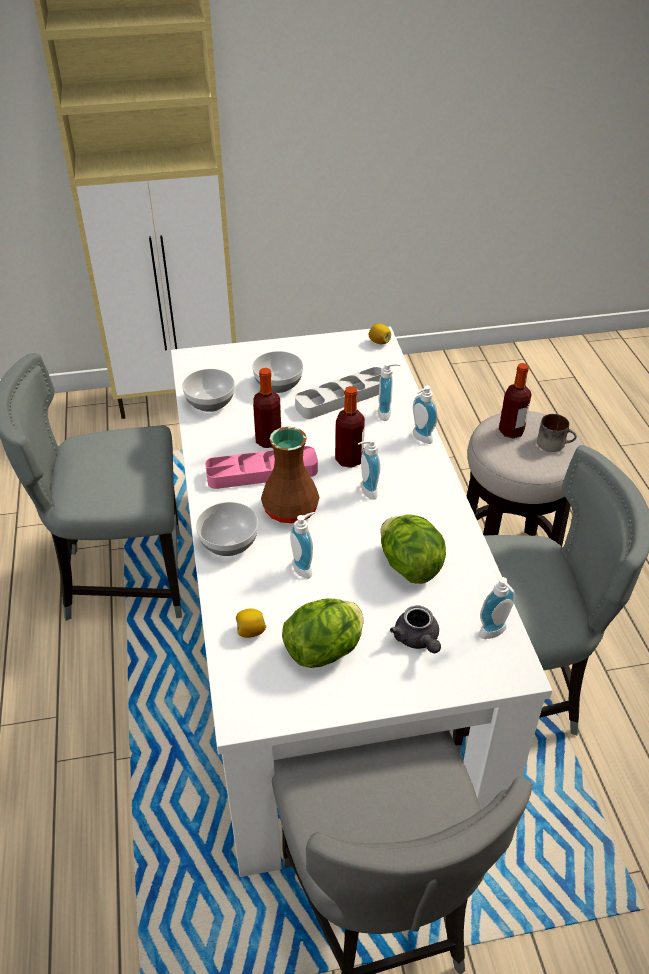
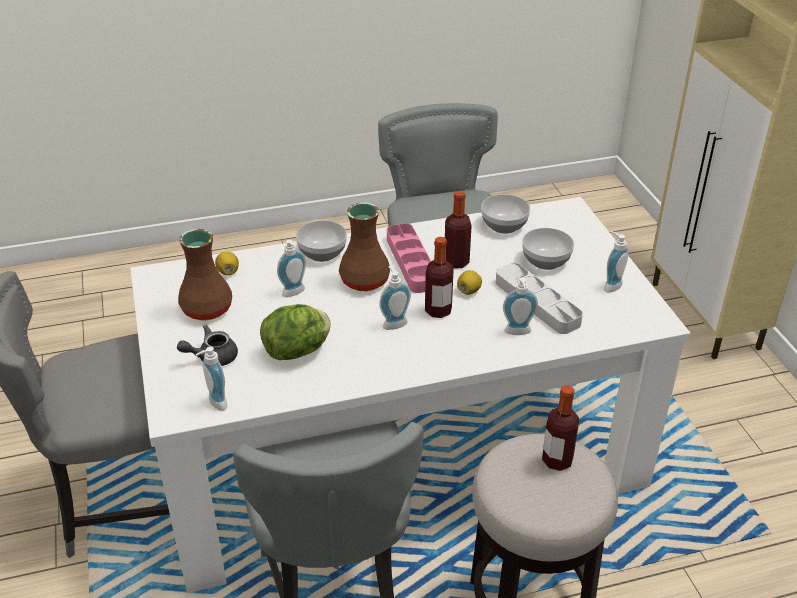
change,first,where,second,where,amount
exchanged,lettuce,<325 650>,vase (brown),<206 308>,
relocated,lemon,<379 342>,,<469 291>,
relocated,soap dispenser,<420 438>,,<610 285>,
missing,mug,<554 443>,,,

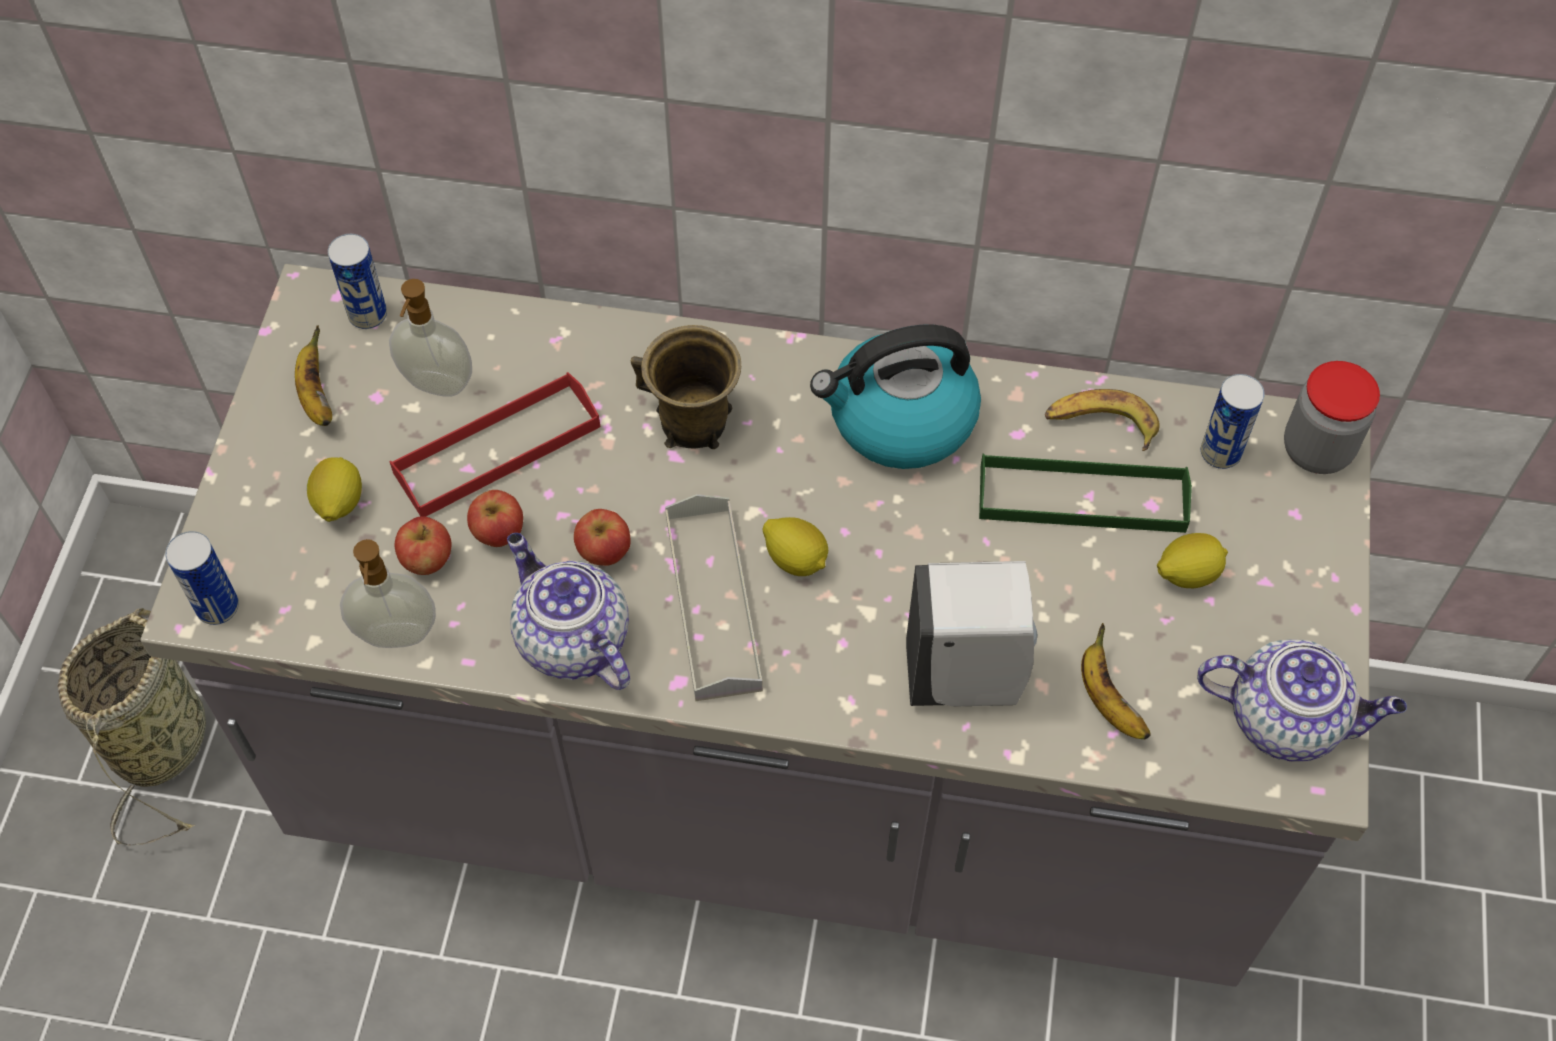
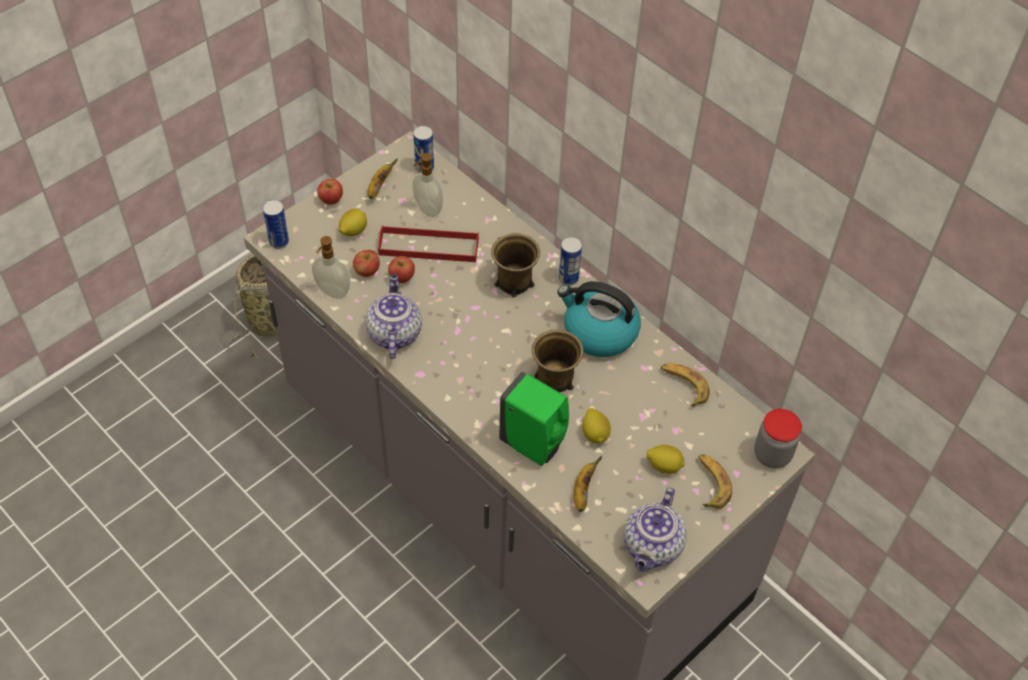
change,first,where,second,where,amount
relocated,apple,<604 551>,,<331 200>,
colour,soap dispenser (white),<967 677>,soap dispenser (green),<534 445>,
appeared,,,mug (brown),<554 379>,
relocated,can,<1220 453>,,<568 278>,
relocated,lemon,<796 559>,,<595 434>,
spun,teapot,<1287 719>,,<652 547>,60 degrees clockwise
appeared,,,banana,<710 483>,
missing,tray (grey),<713 602>,,,
missing,tray (green),<1082 498>,,,

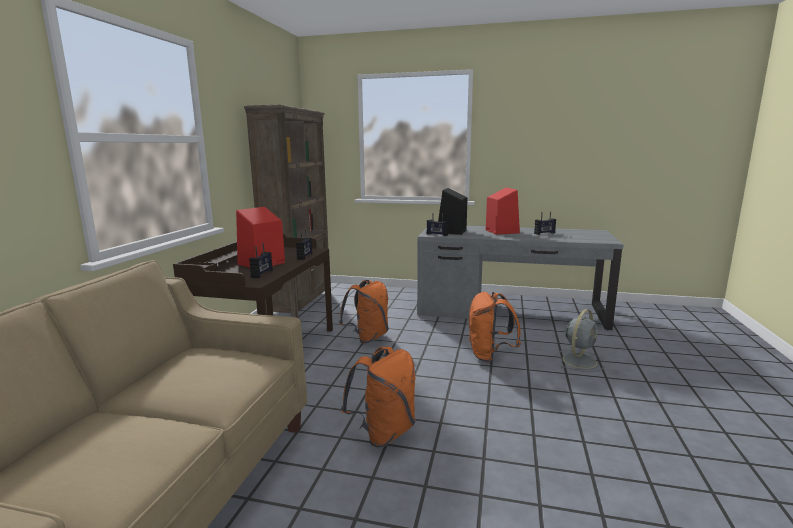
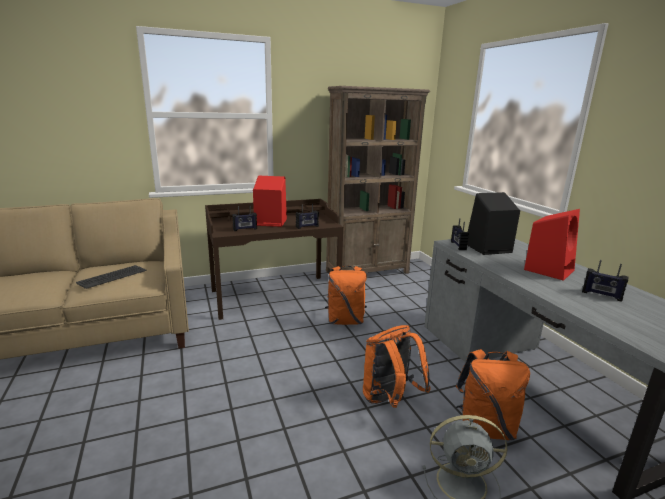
change,first,where,second,where,amount
appeared,,,keyboard,<112 277>,
relocated,backpack (orange),<384 433>,,<485 428>,

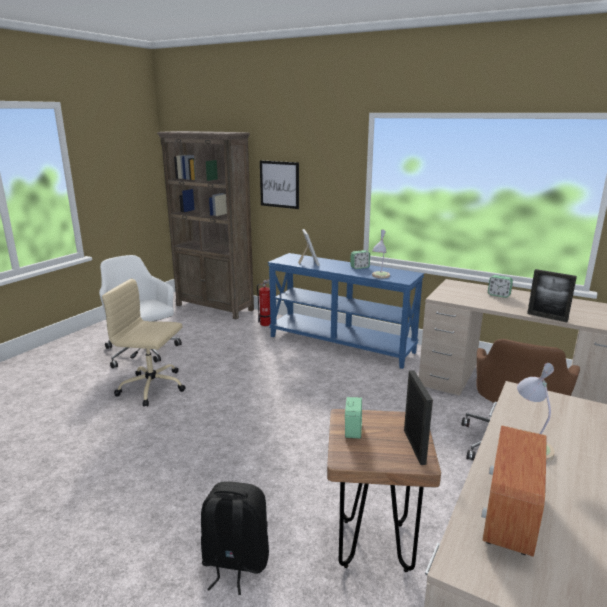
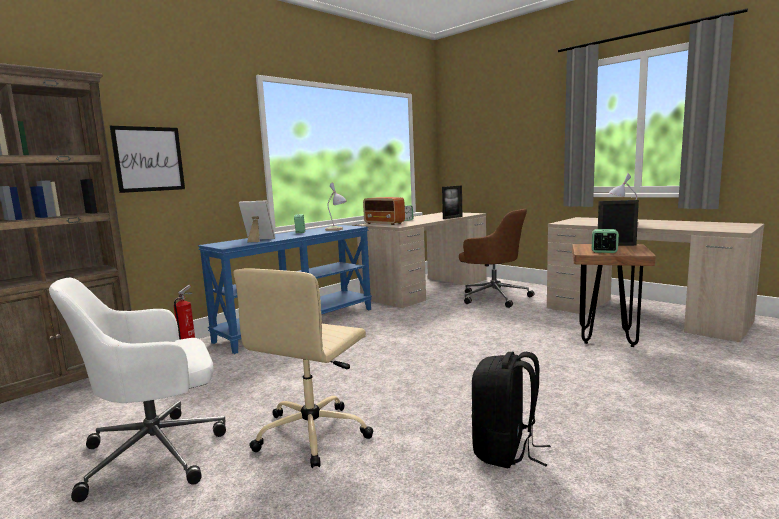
change,first,where,second,where,amount
relocated,radio,<509 516>,,<384 223>,
relocated,backpack (black),<235 563>,,<505 451>,

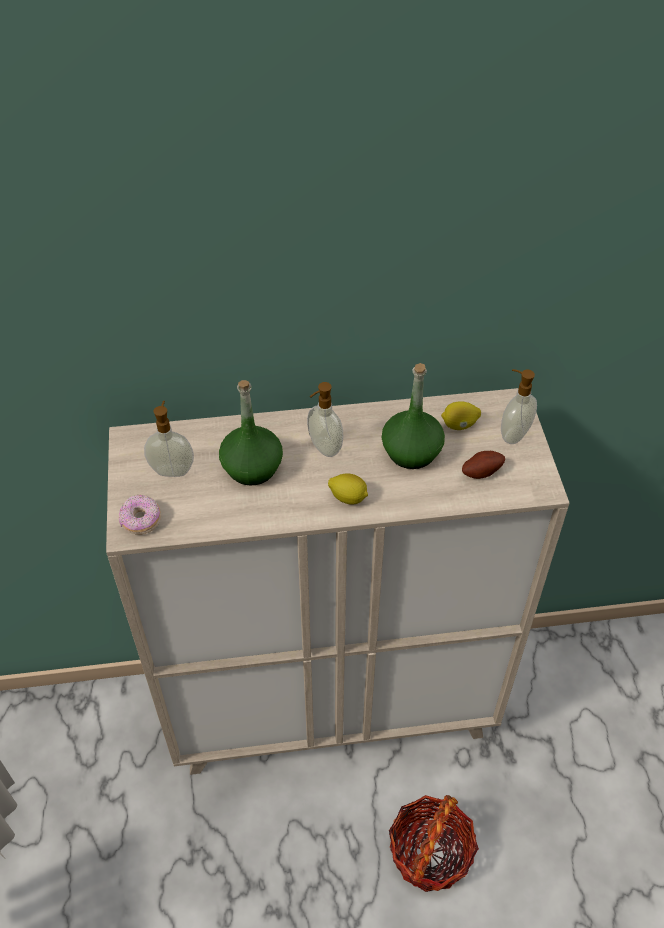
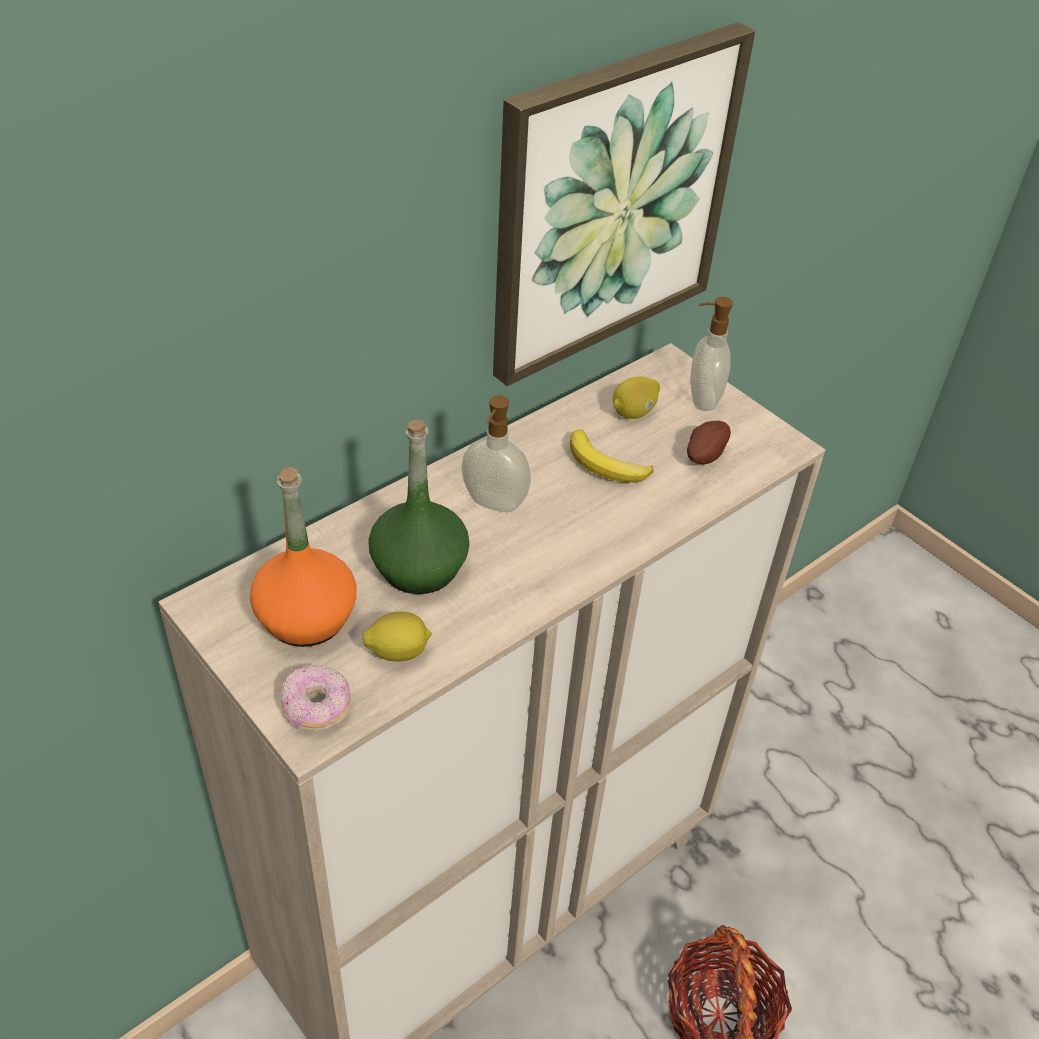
change,first,where,second,where,amount
exchanged,soap dispenser,<172 469>,bottle (orange),<306 618>,
relocated,lemon,<348 497>,,<397 652>,
appeared,,,picture,<611 203>,
exchanged,bottle (green),<411 452>,banana,<606 465>,

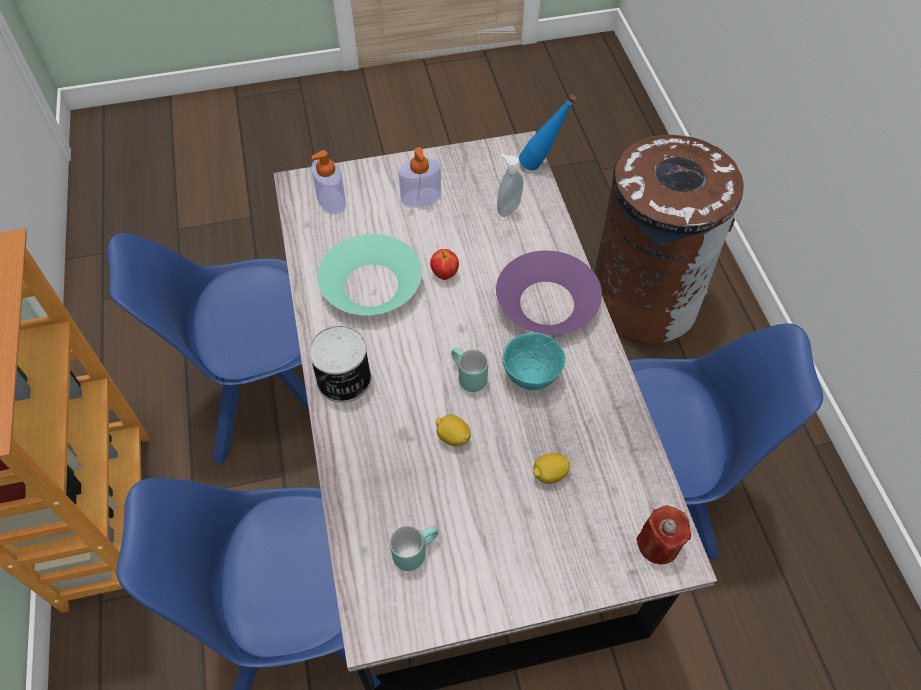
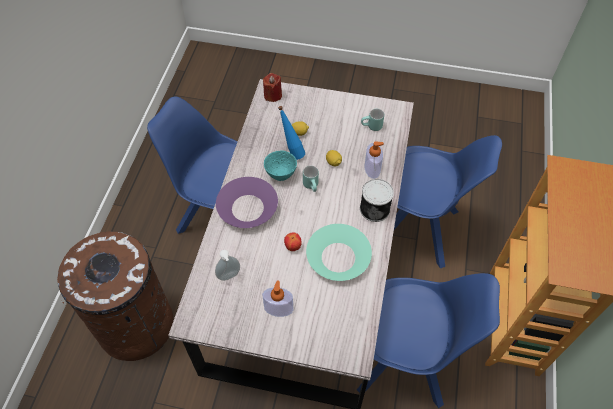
change,first,where,second,where,amount
relocated,bottle (blue),<542 166>,,<292 152>,
relocated,soap dispenser,<331 201>,,<372 168>,

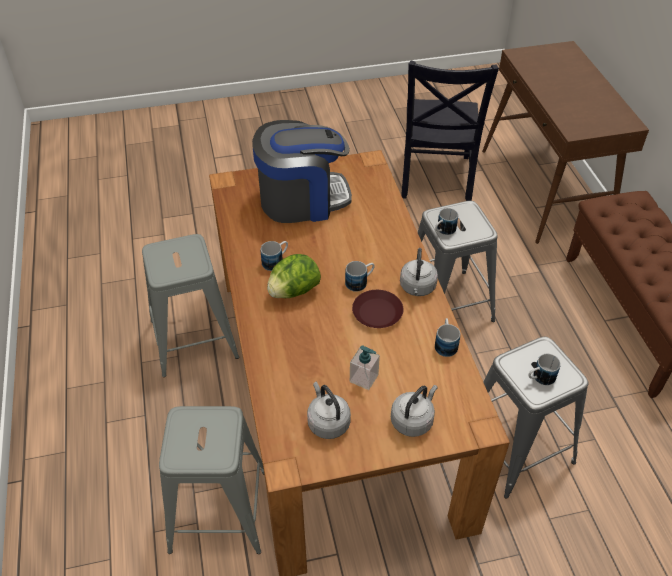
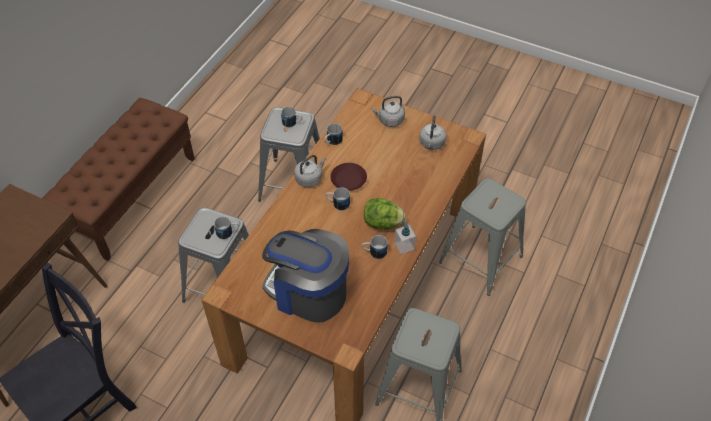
change,first,where,second,where,amount
relocated,soap dispenser,<364 378>,,<404 246>,

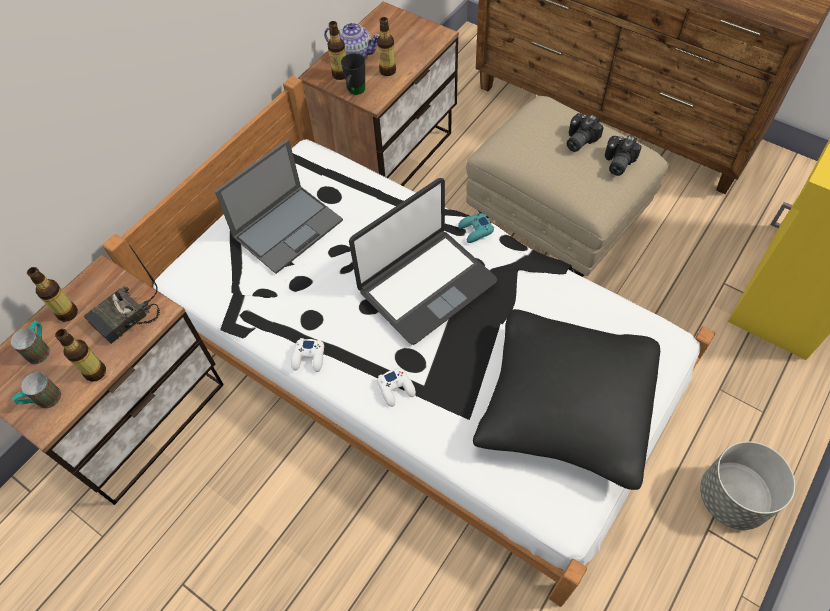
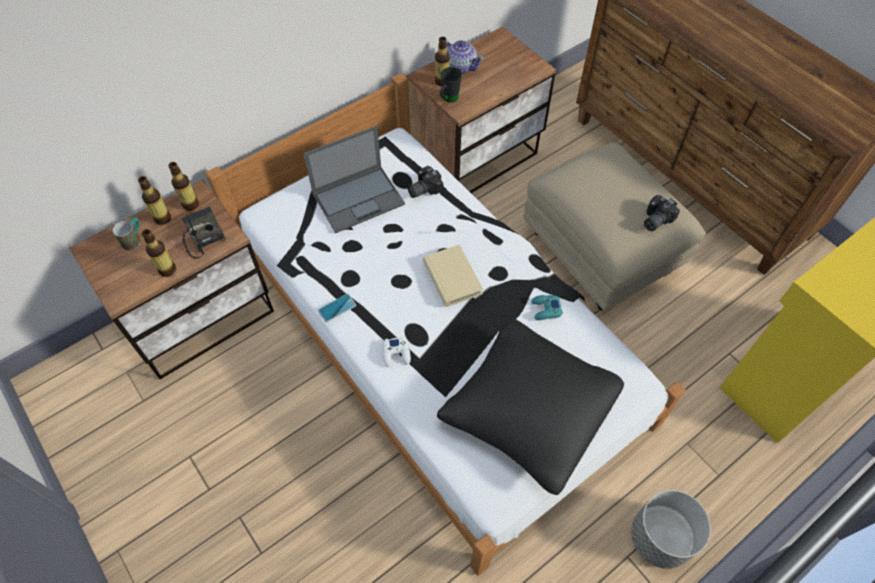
change,first,where,second,where,amount
relocated,bottle,<387 71>,,<191 204>,
spun,radio,<125 319>,,<203 236>,90 degrees clockwise
exchanged,game controller (white),<309 357>,phone,<337 308>,
relocated,photo camera,<578 140>,,<423 188>,
exchanged,laptop,<426 285>,book (beige),<452 278>,
relocated,game controller (turquoise),<475 230>,,<545 310>,
missing,mug,<43 400>,,,

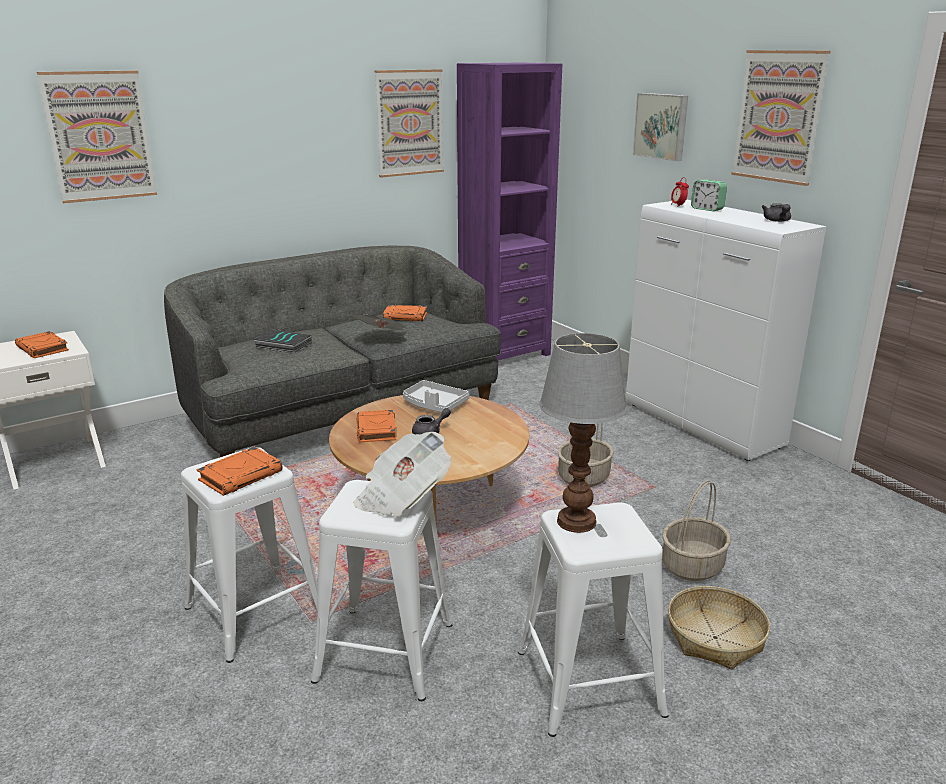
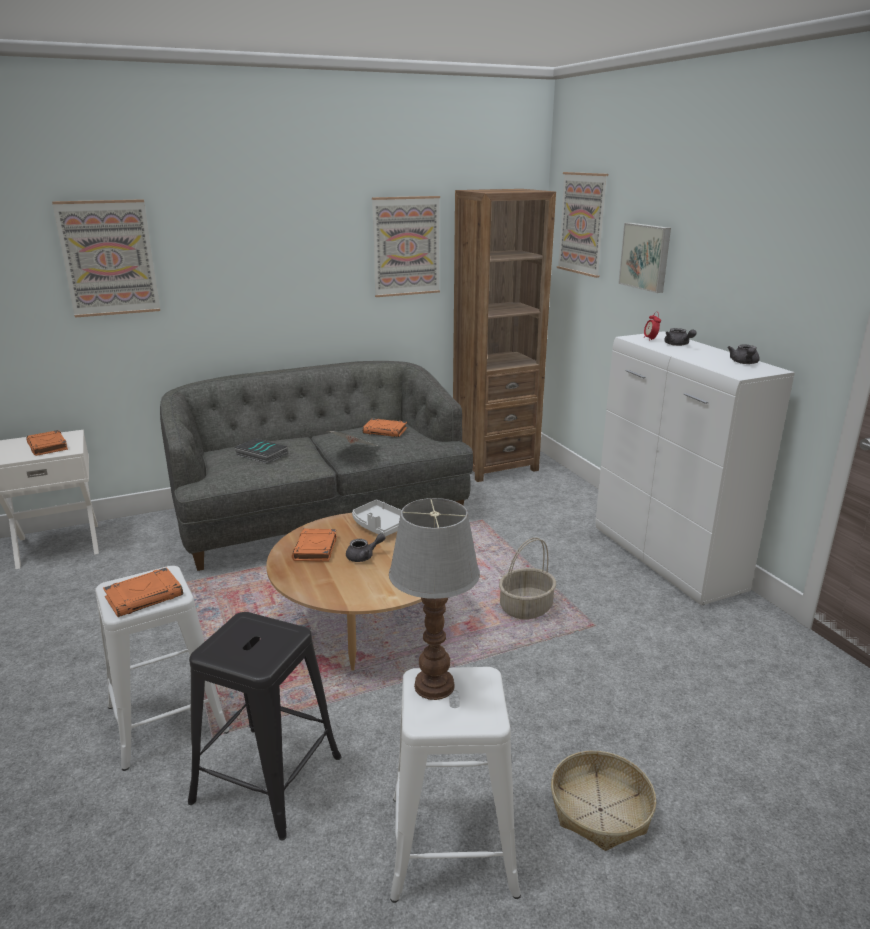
change,first,where,second,where,amount
colour,stool (white),<385 651>,stool (black),<267 778>,
colour,bookcase (purple),<504 353>,bookcase (brown),<494 465>,
relocated,picture,<779 116>,,<582 223>,
exchanged,alarm clock,<707 209>,teapot (grey),<678 345>,
missing,newspaper,<402 496>,,,
missing,basket,<692 565>,,,

